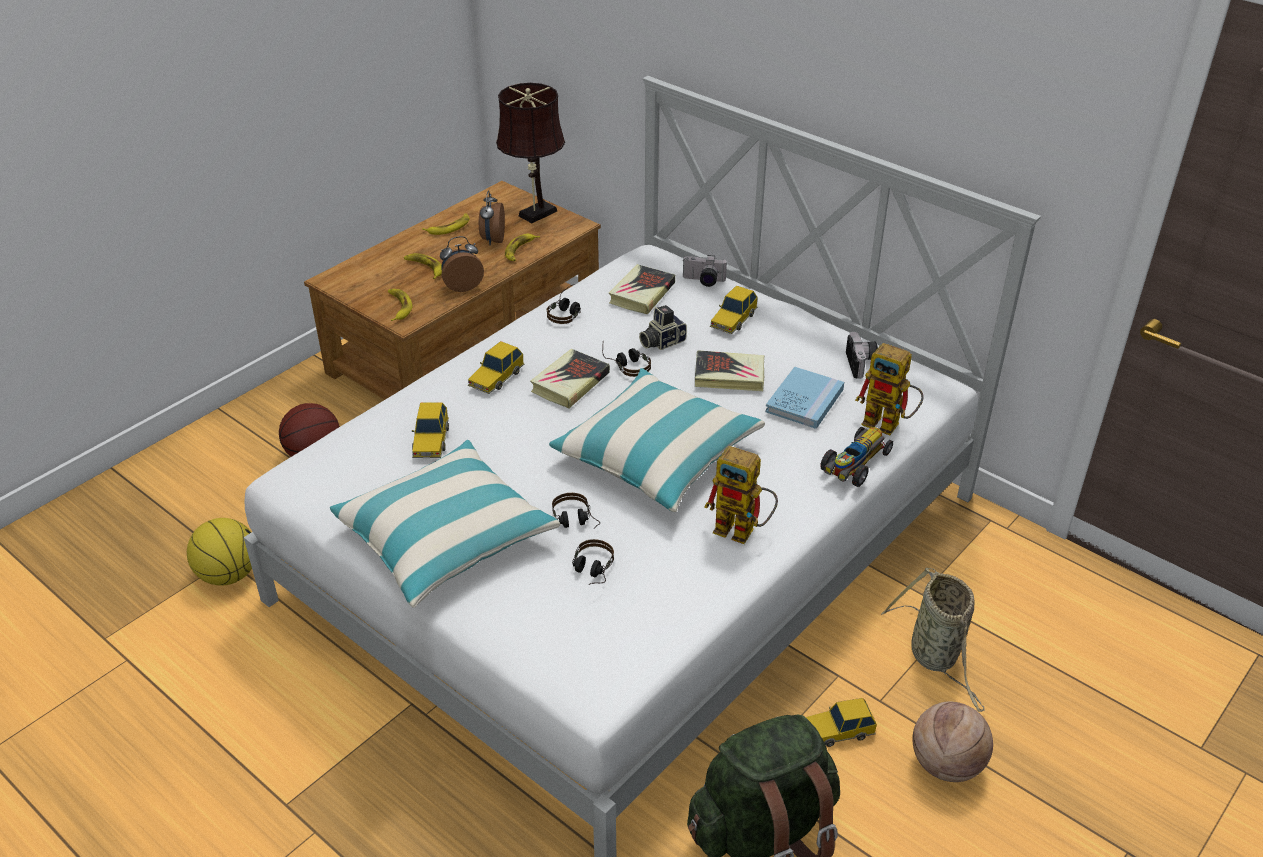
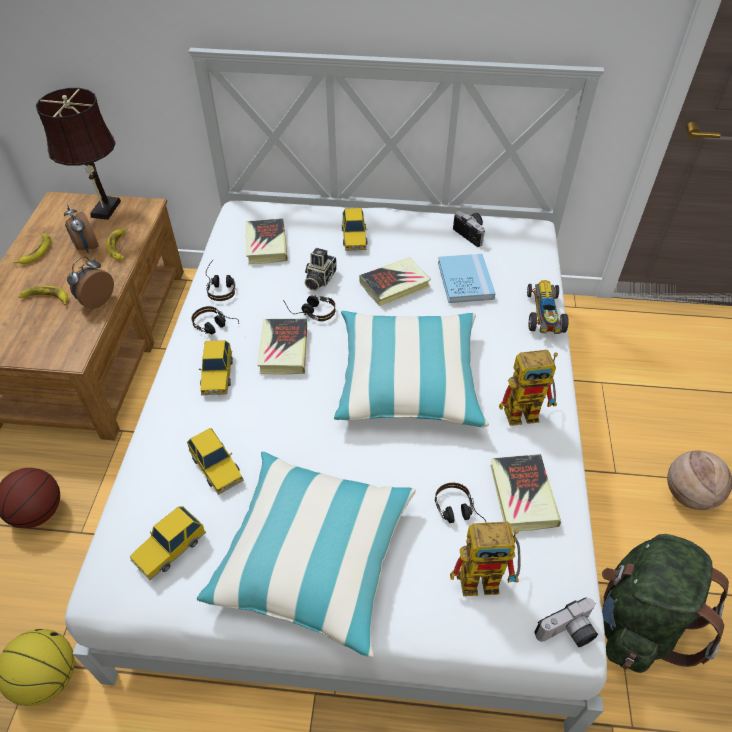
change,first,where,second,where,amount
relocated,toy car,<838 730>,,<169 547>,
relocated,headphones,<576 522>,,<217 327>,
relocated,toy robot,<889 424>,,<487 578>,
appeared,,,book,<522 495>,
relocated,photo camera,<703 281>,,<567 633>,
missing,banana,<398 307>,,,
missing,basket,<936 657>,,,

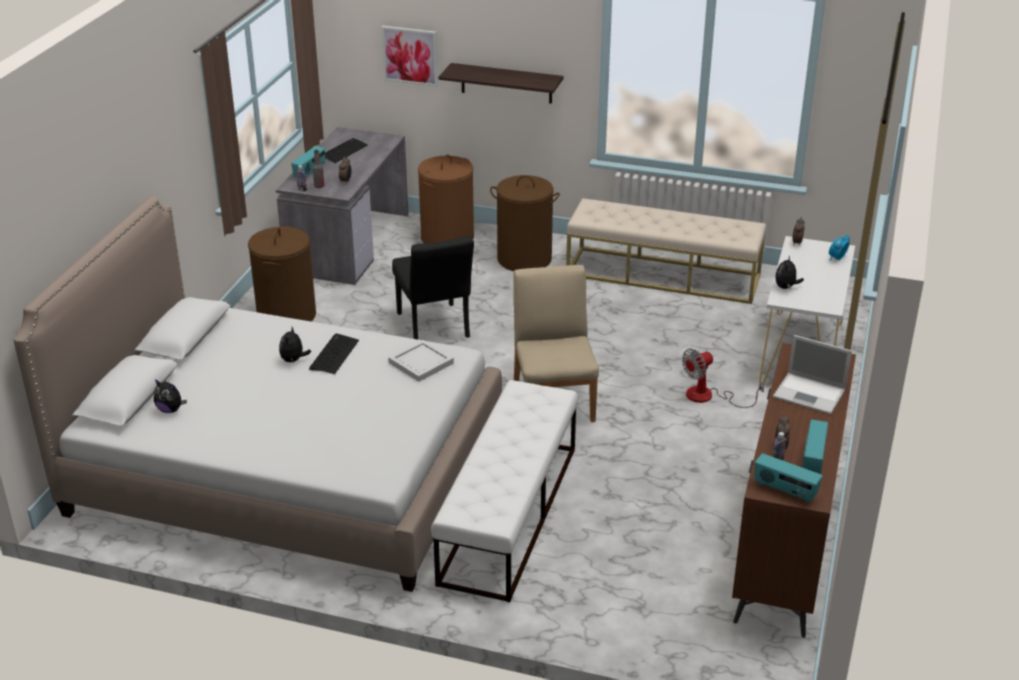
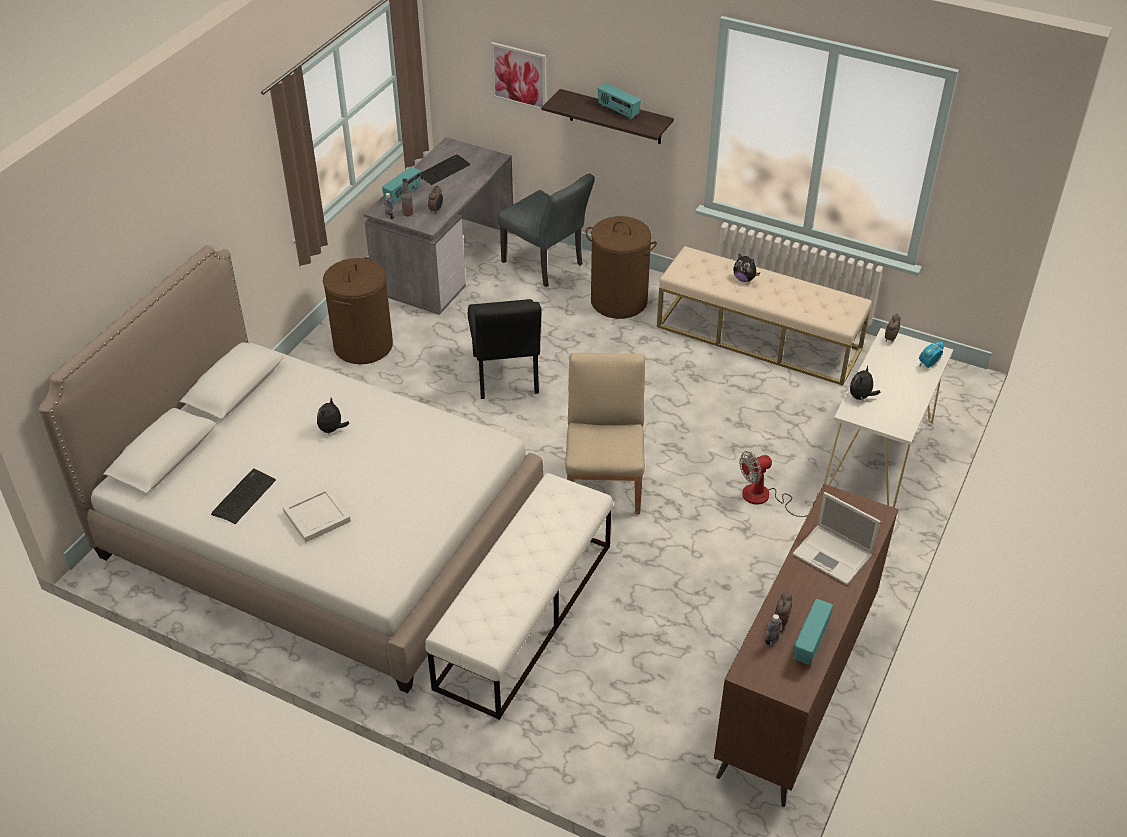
change,first,where,second,where,amount
relocated,keyboard,<334 355>,,<244 497>,
relocated,tray (white),<420 363>,,<315 516>,
exchanged,laundry basket (brown),<447 238>,chair (grey),<546 265>,
relocated,radio,<785 491>,,<618 111>,
relocated,plush toy,<170 410>,,<744 279>,

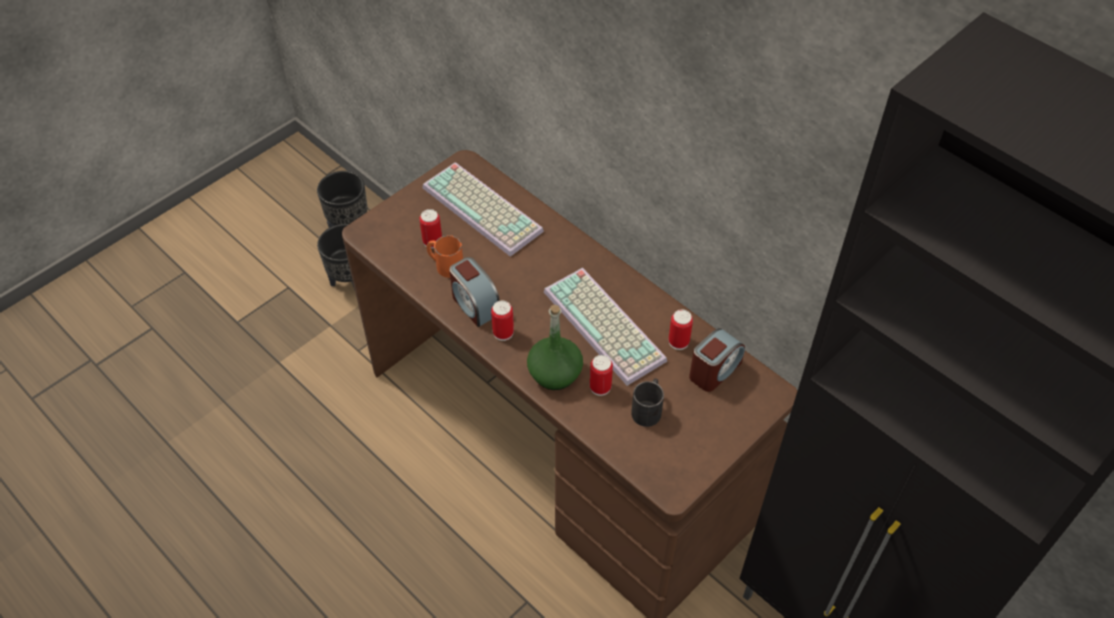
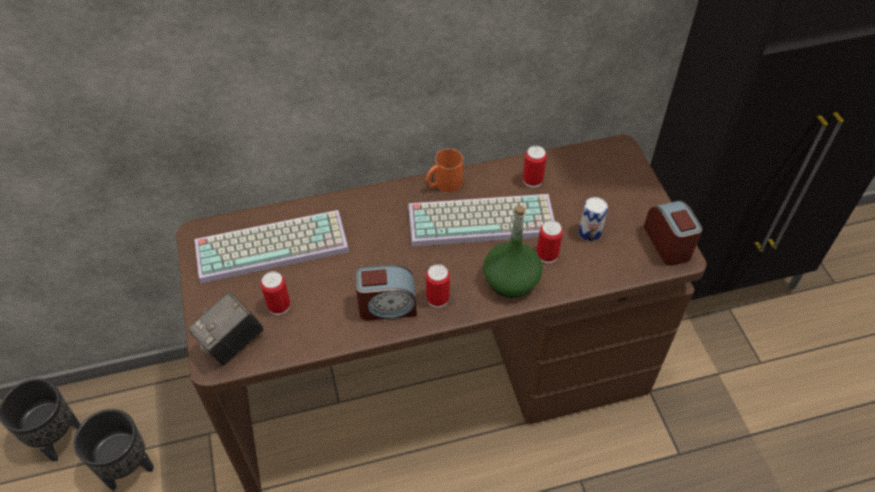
change,first,where,second,where,amount
appeared,,,photo camera,<232 344>,
relocated,mug (orange),<445 265>,,<443 184>,
exchanged,mug (black),<648 408>,can,<589 232>,
relocated,alarm clock,<714 370>,,<668 243>,

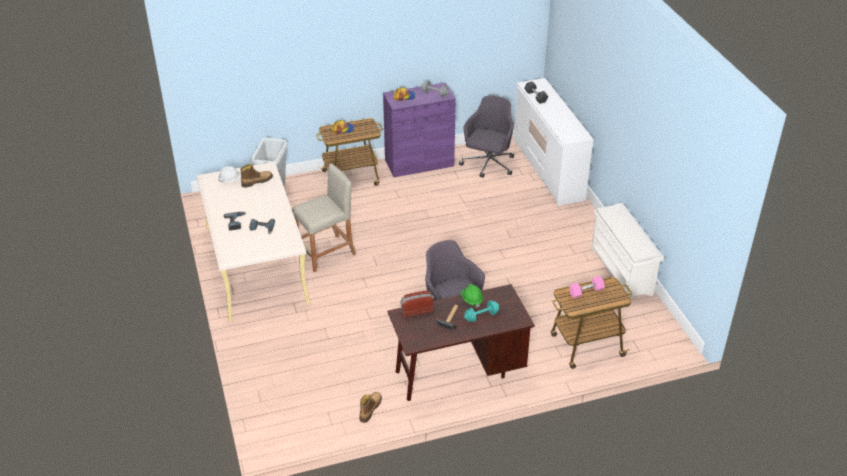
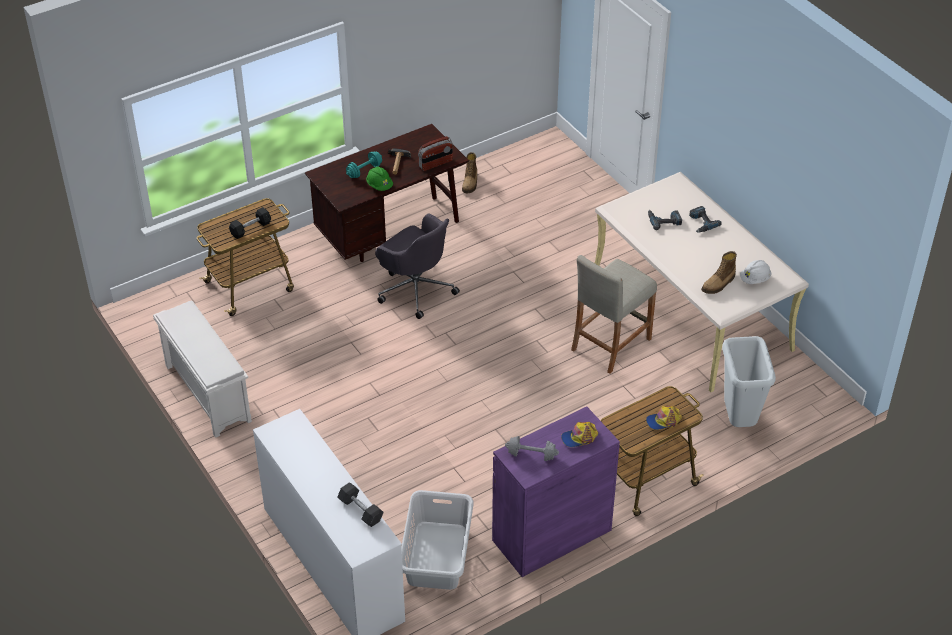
change,first,where,second,where,amount
colour,dumbbell (pink),<586 291>,dumbbell (black),<250 228>,
exchanged,office chair (grey),<488 165>,laundry basket (grey),<436 555>,

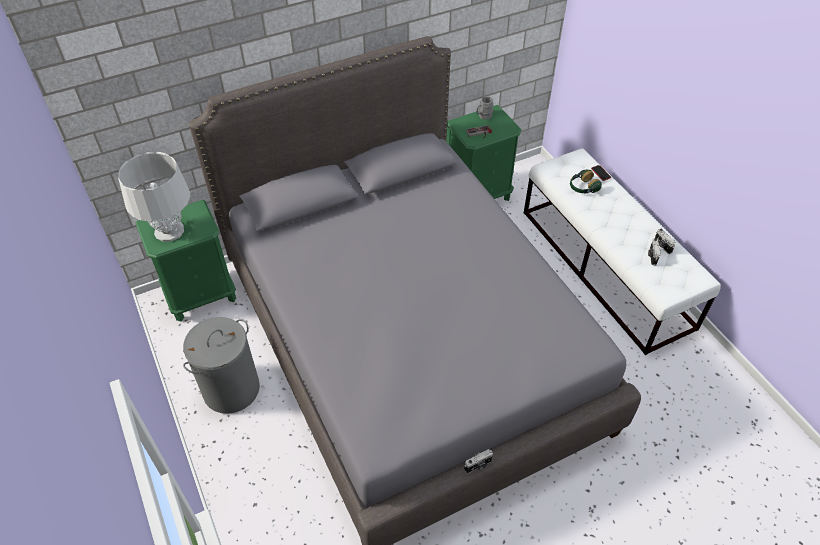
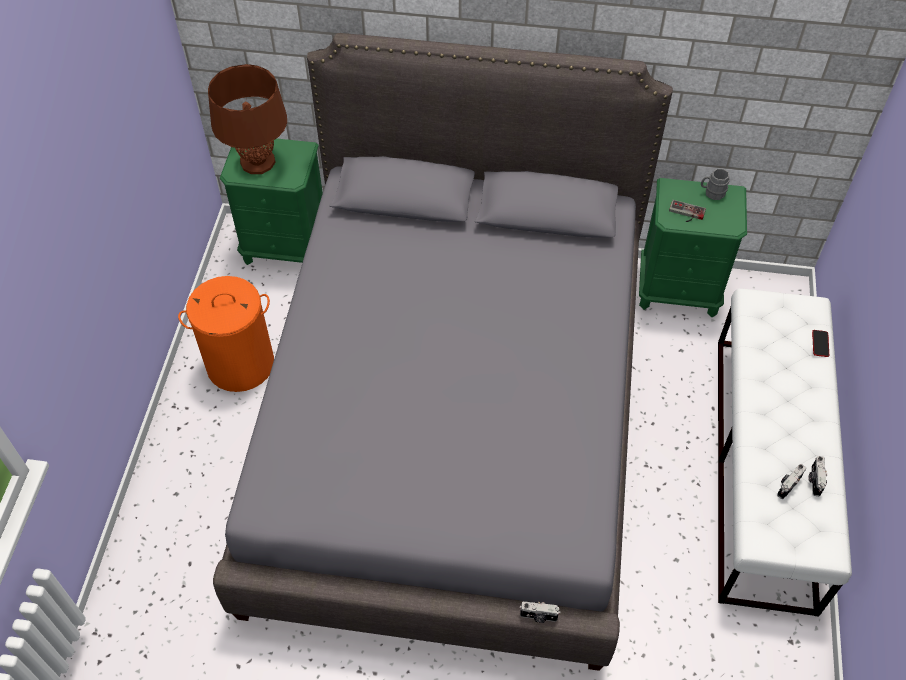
change,first,where,second,where,amount
colour,laundry basket (grey),<231 389>,laundry basket (orange),<240 364>,
colour,table lamp (grey),<169 231>,table lamp (brown),<257 162>,
relocated,photo camera,<478 466>,,<538 616>,
missing,headphones,<583 188>,,,

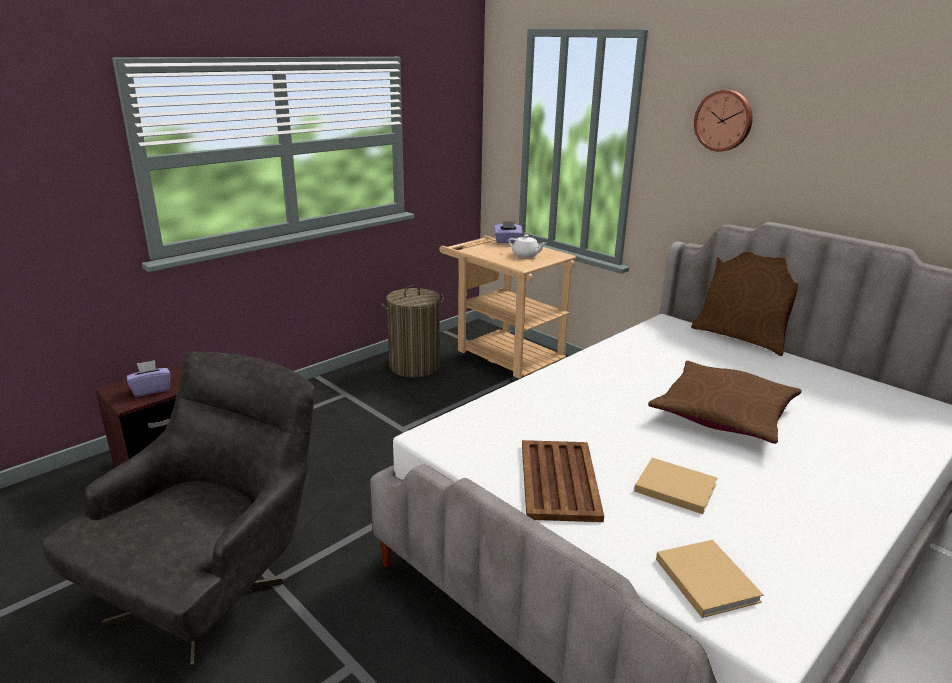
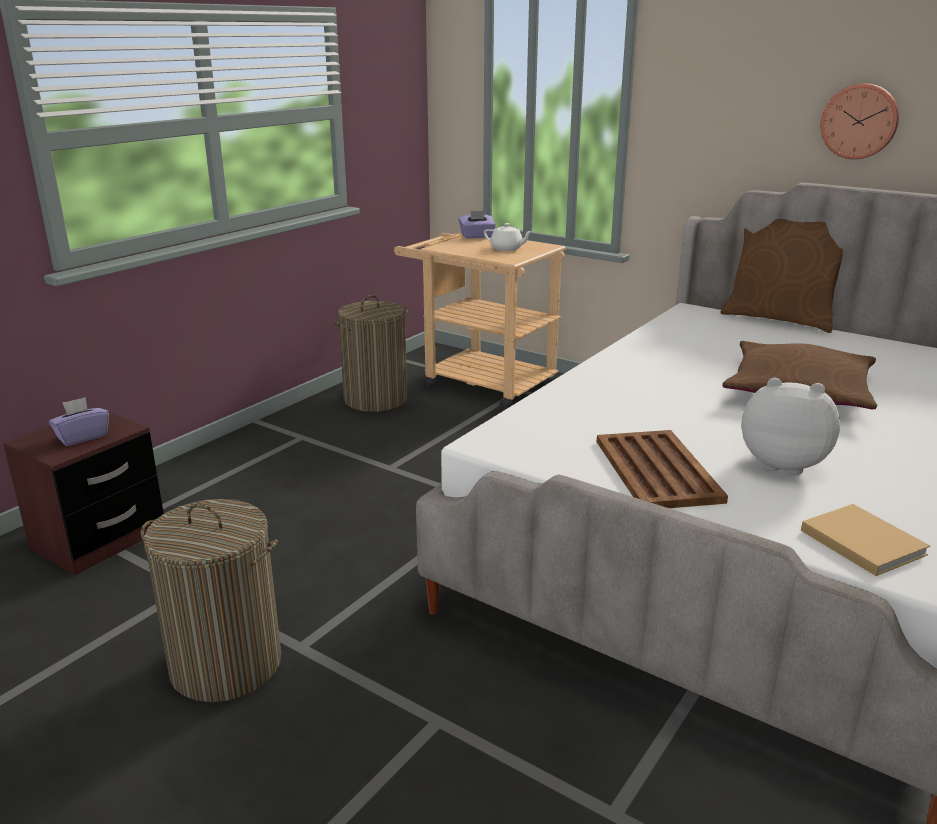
change,first,where,second,where,amount
exchanged,armchair (grey),<213 588>,laundry basket,<226 664>,
exchanged,book (beige),<673 487>,plush toy,<782 463>,
relocated,wall clock,<724 120>,,<860 121>,

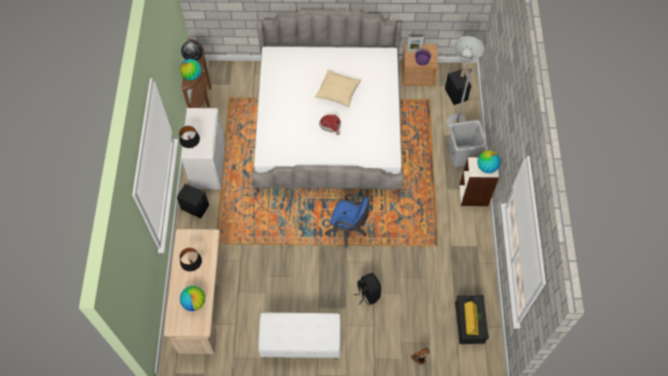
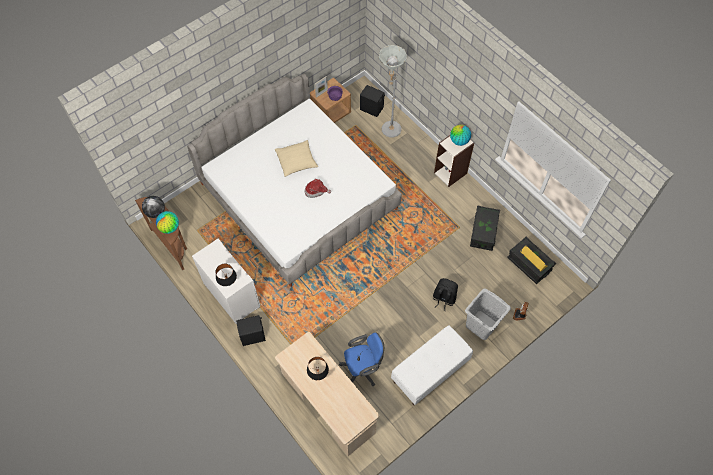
change,first,where,second,where,amount
relocated,office chair (blue),<348 230>,,<363 369>,
relocated,laundry basket (grey),<462 156>,,<482 325>,
appeared,,,storage box (black),<483 232>,
missing,globe,<194 302>,,,

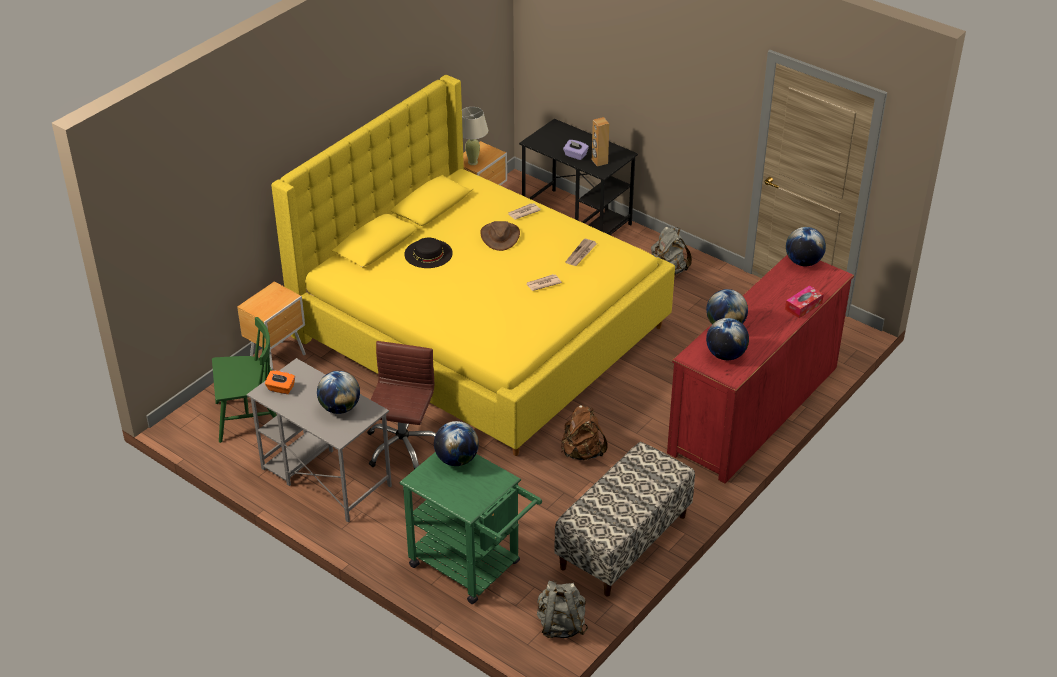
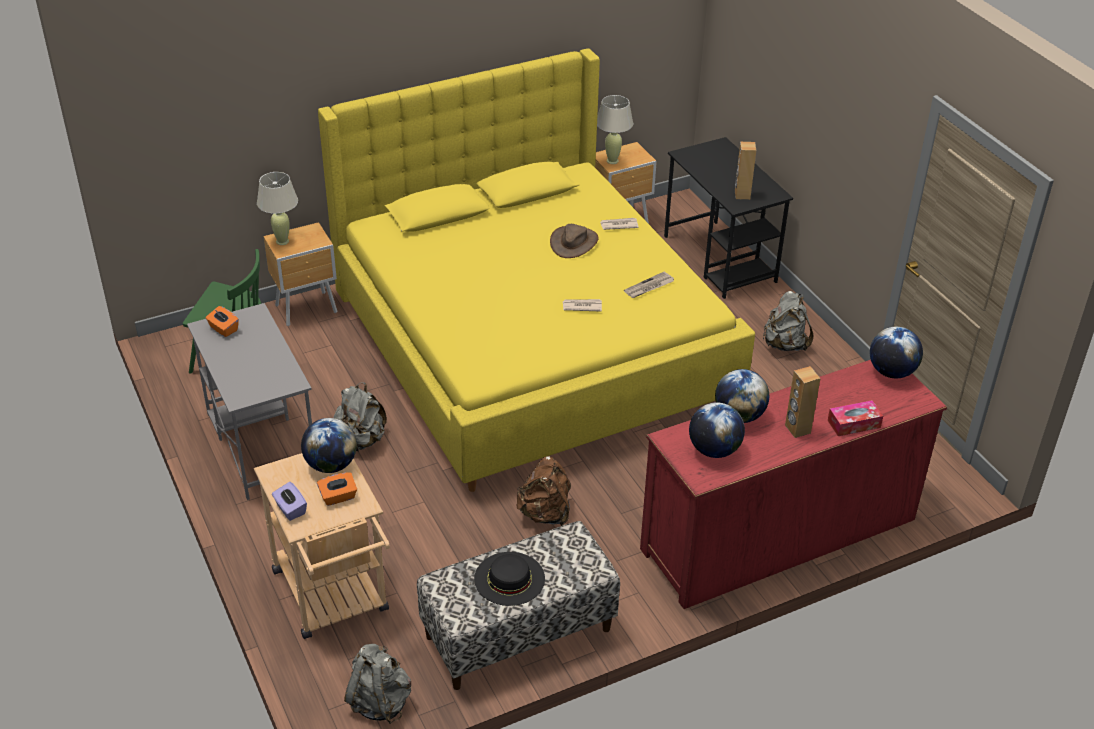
change,first,where,second,where,amount
colour,cart (green),<472 568>,cart (beige),<334 598>,
appeared,,,table lamp (beige),<282 241>,
relocated,tissue box (purple),<575 155>,,<290 509>,
appeared,,,tissue box (orange),<338 497>,
exchanged,office chair (brown),<402 446>,backpack (grey),<361 439>,
relocated,hat (black),<428 253>,,<509 578>,
appeared,,,speaker (brown),<797 429>,
missing,globe,<340 408>,,,

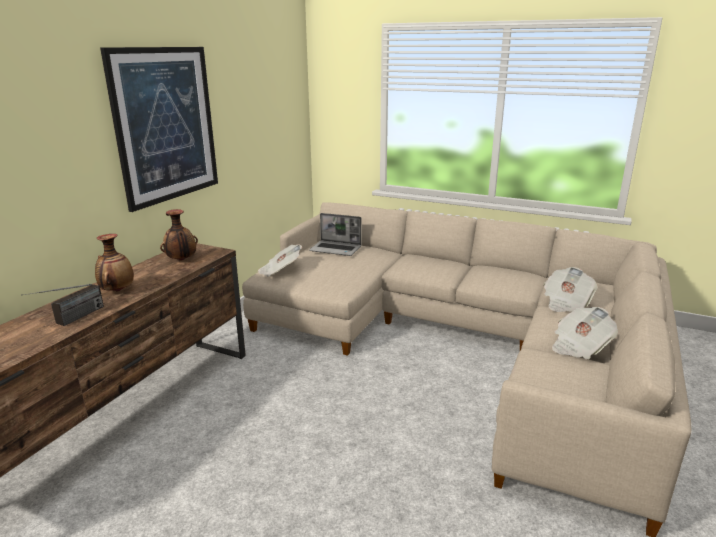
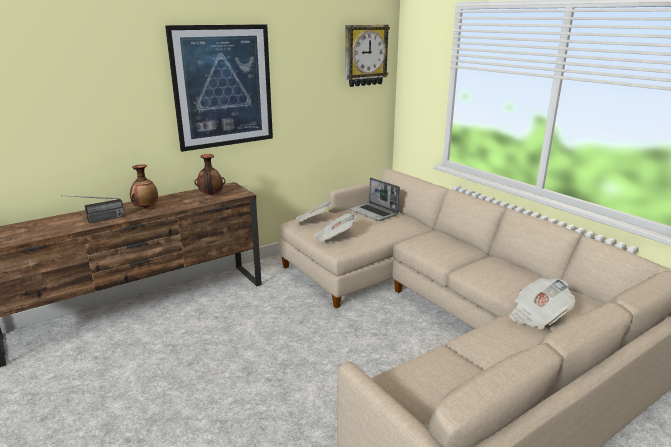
change,first,where,second,where,amount
relocated,newspaper,<579 346>,,<334 238>,
appeared,,,wall clock,<365 55>,

